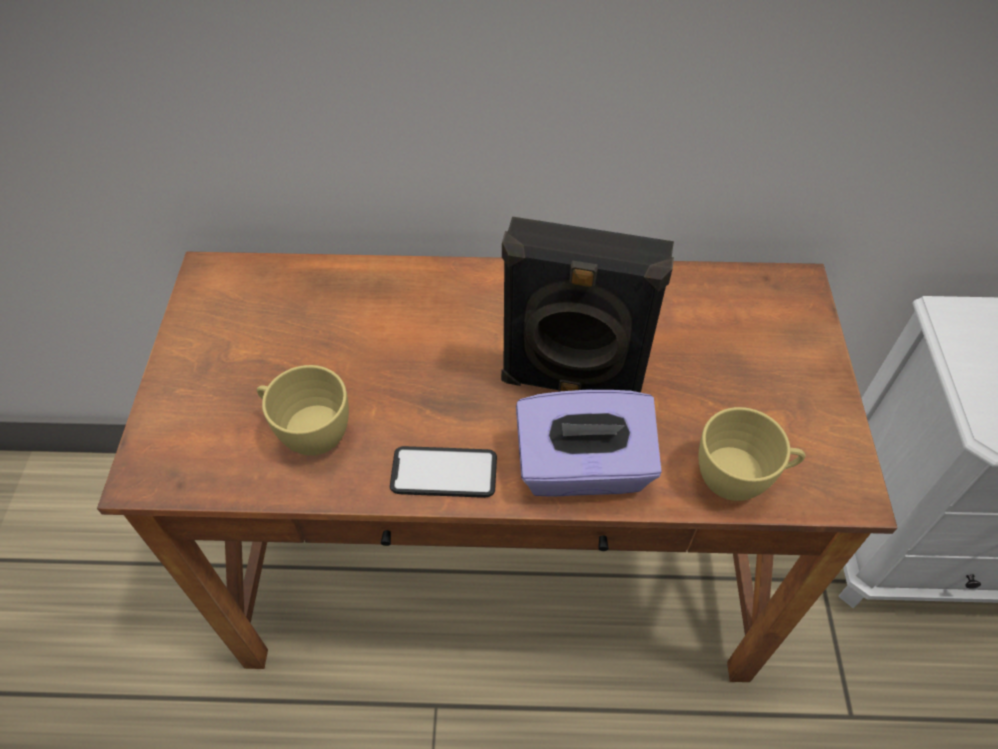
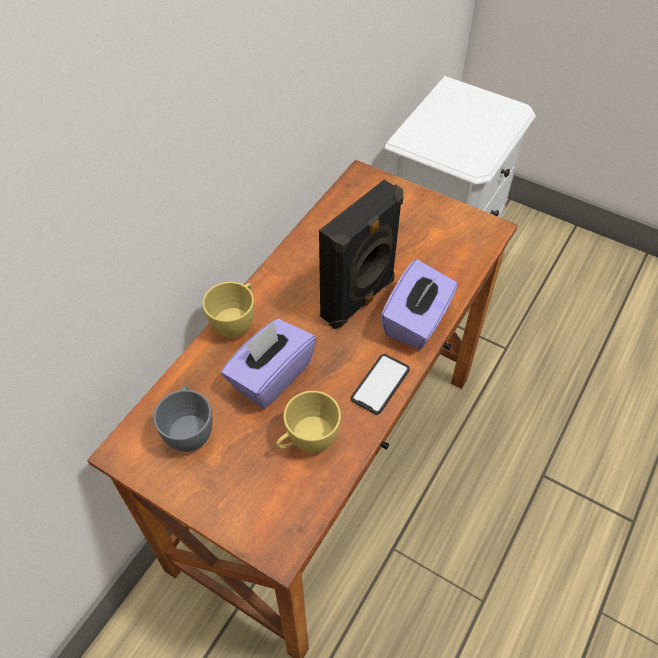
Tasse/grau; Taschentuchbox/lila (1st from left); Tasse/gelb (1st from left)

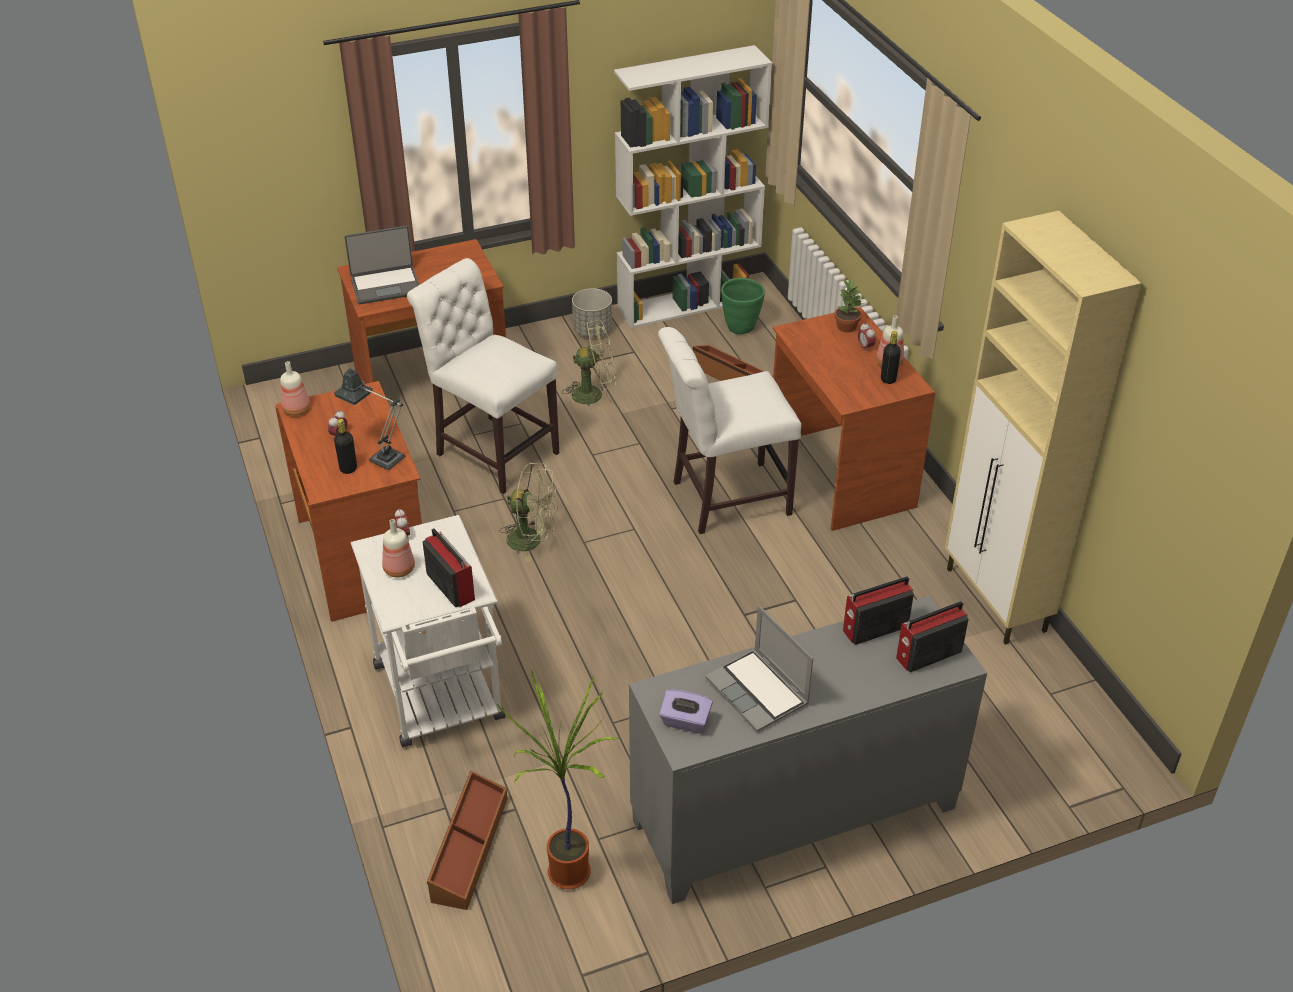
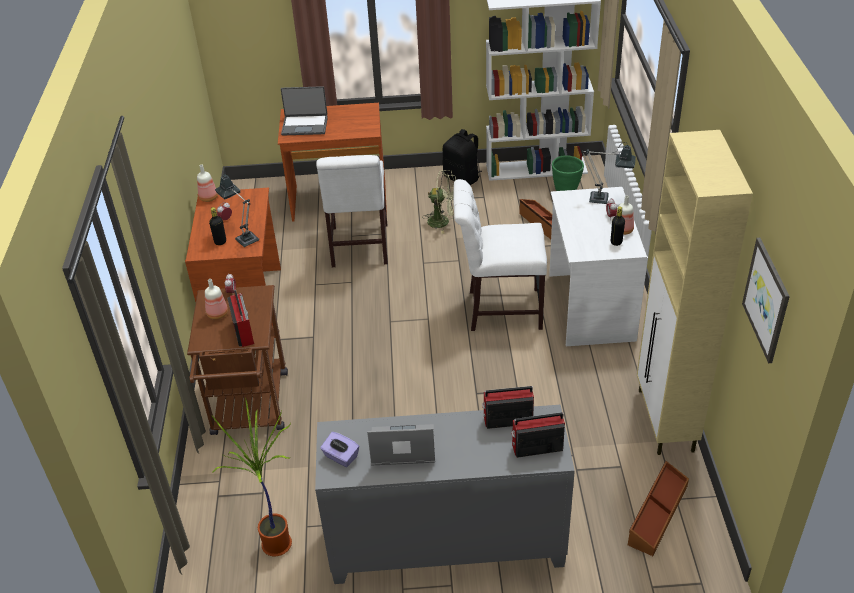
Ventilator/grün (1st from left in the first image); Bild; Aufbewahrungsbox/braun (2nd from left); Rucksack/schwarz; Tischlampe (2nd from left); Rollwagen/braun; Schreibtisch/weiß; Stuhl/weiß (1st from left); Laptop (2nd from left)

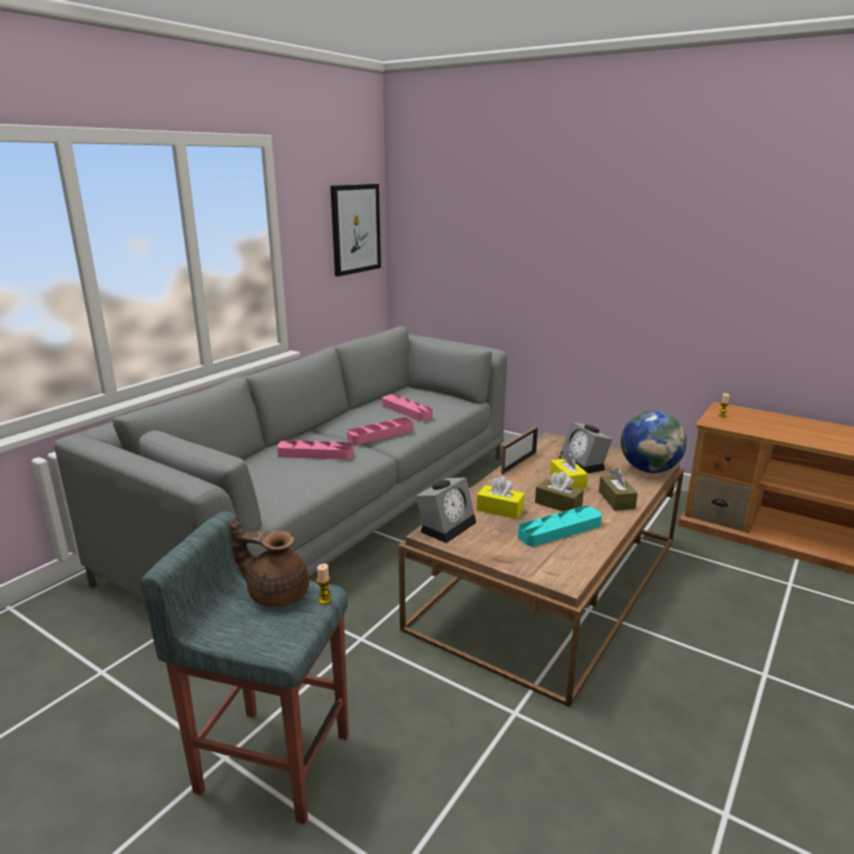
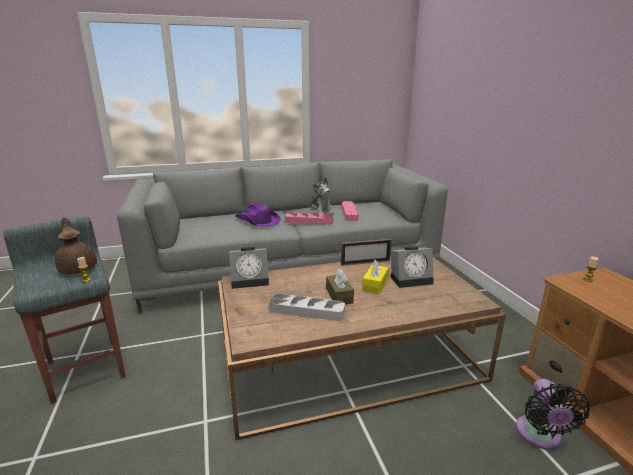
Bild; Taschentuchbox/gelb (1st from left in the first image); Taschentuchbox/braun (2nd from left in the first image); Globus; Plüschtier; Ventilator/schwarz; Hut/lila; Tablett/grau; Wecker (2nd from left)

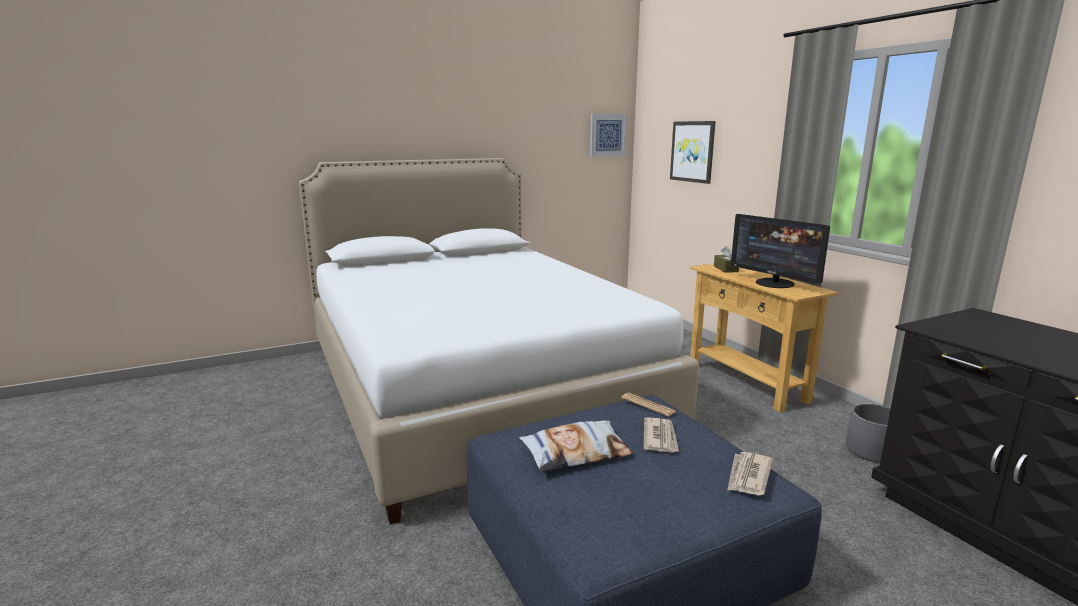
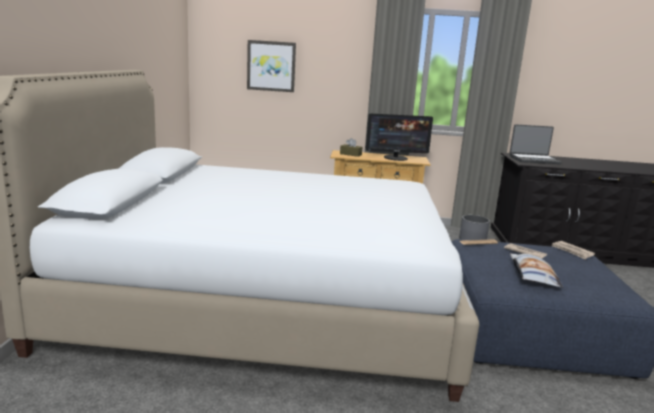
Bild (1st from left in the first image); Laptop

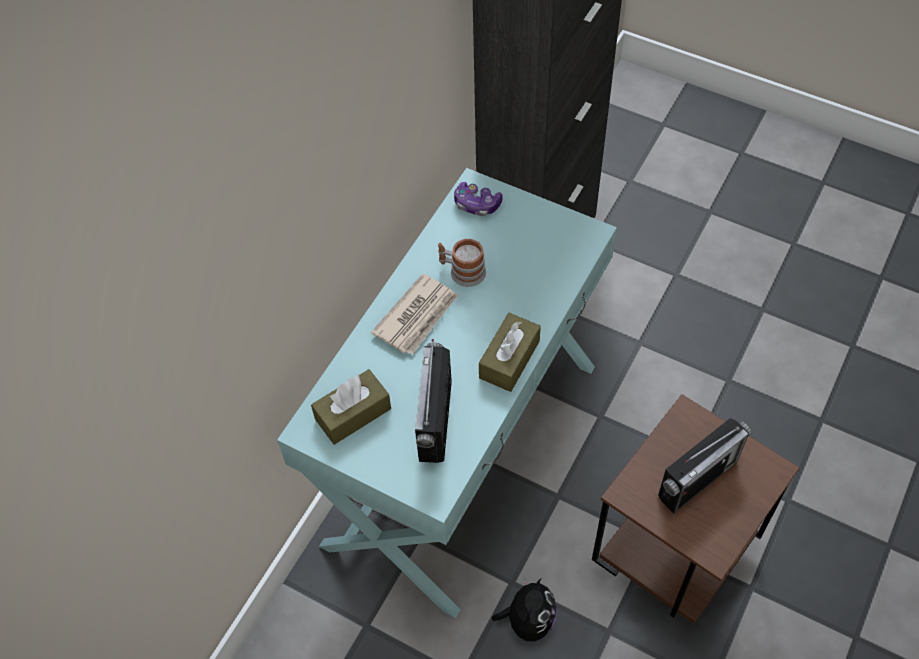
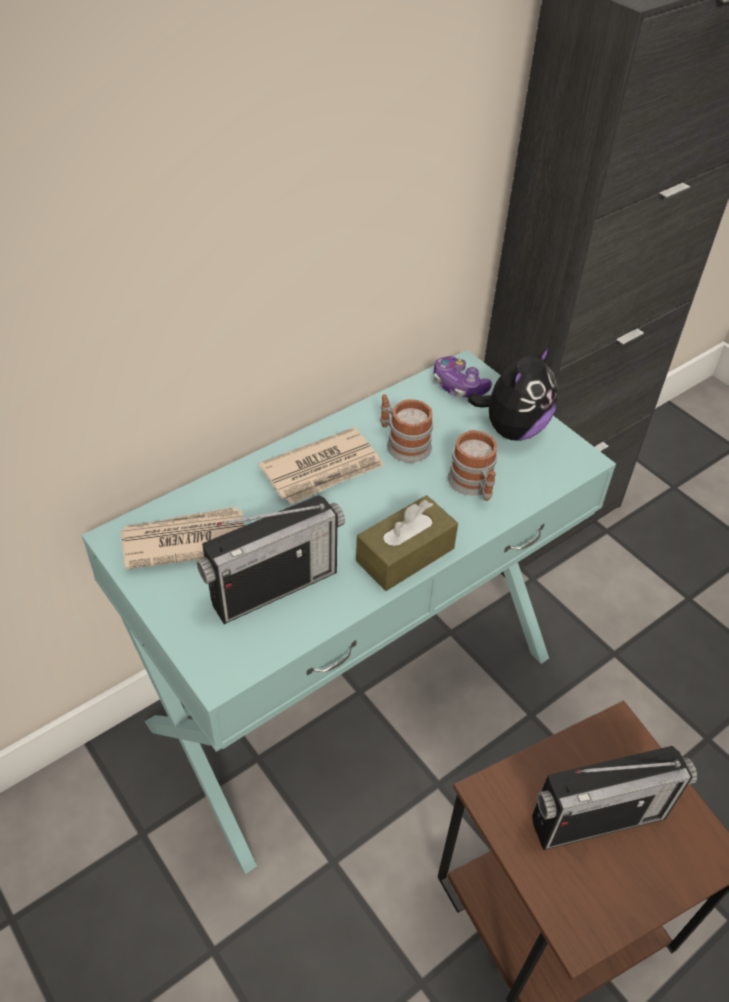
Henkelbecher (2nd from left); Plüschtier; Zeitung (1st from left); Radio (1st from left)

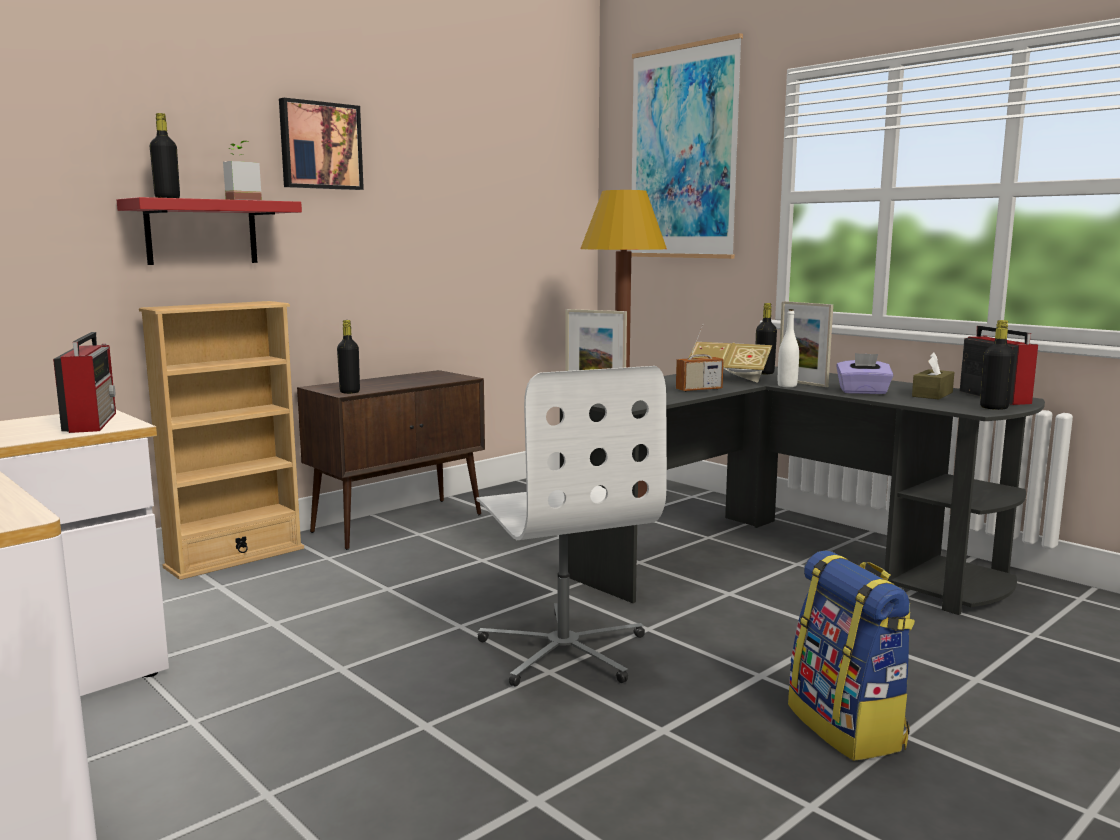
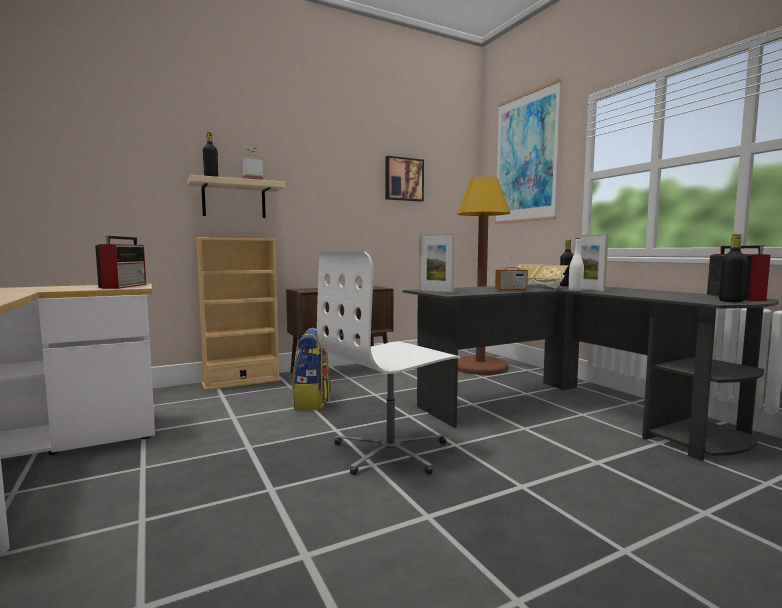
Flasche/schwarz (2nd from left in the first image); Taschentuchbox/lila; Taschentuchbox/braun; Bild (1st from left); Rucksack; Wandregal/beige; Bürostuhl/weiß

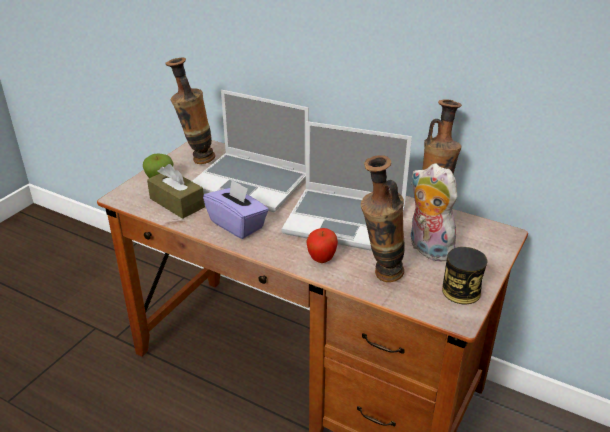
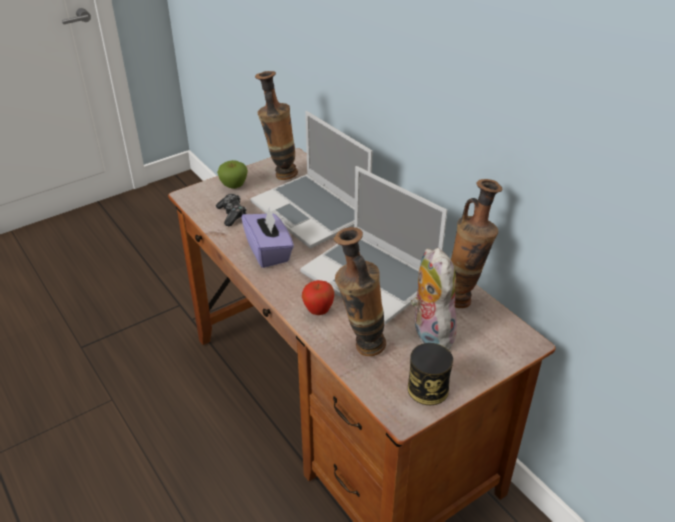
Gamepad

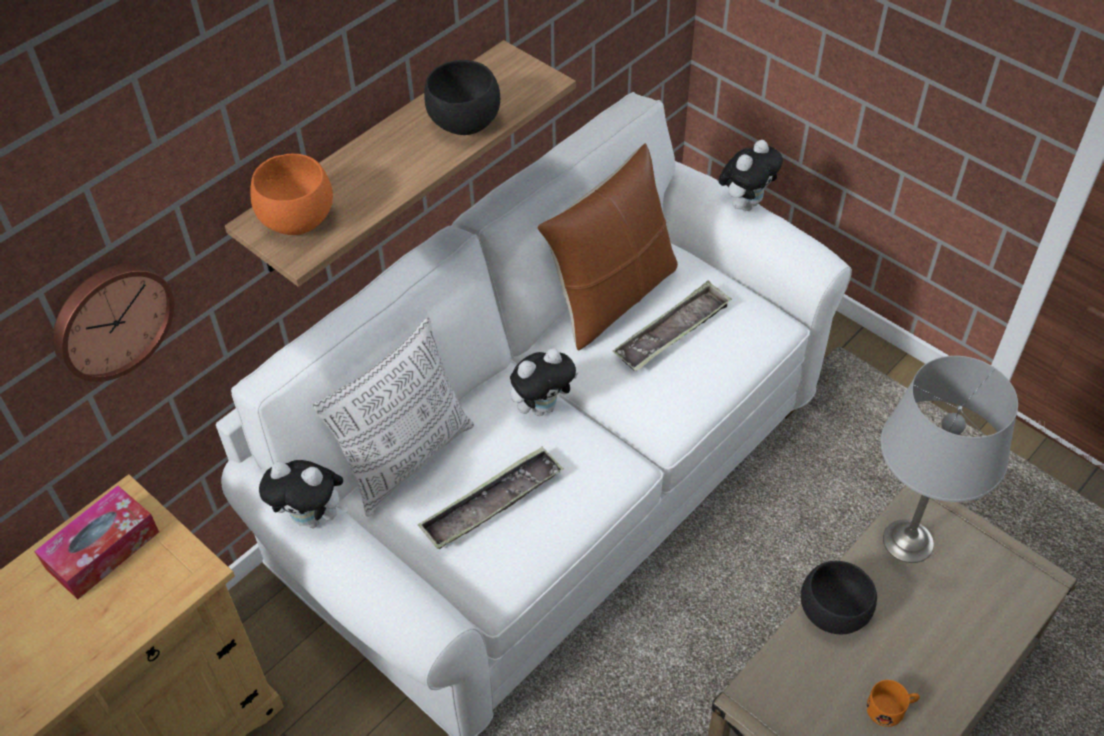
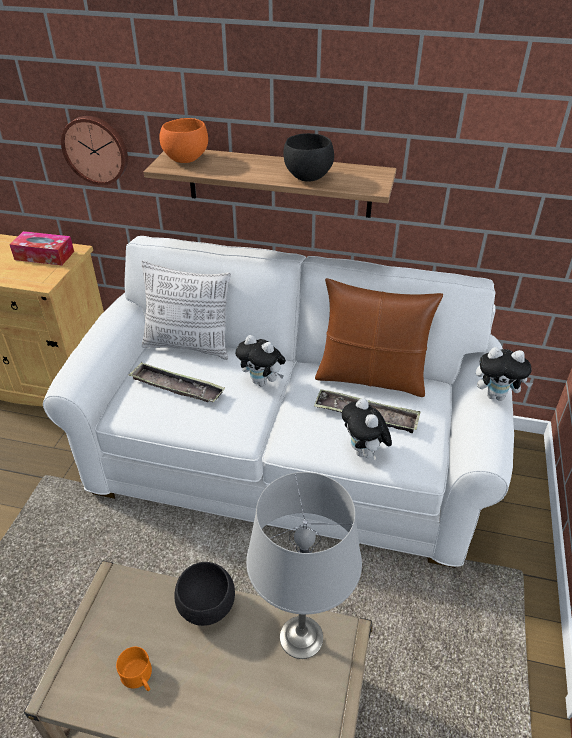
Plüschtier (2nd from left)

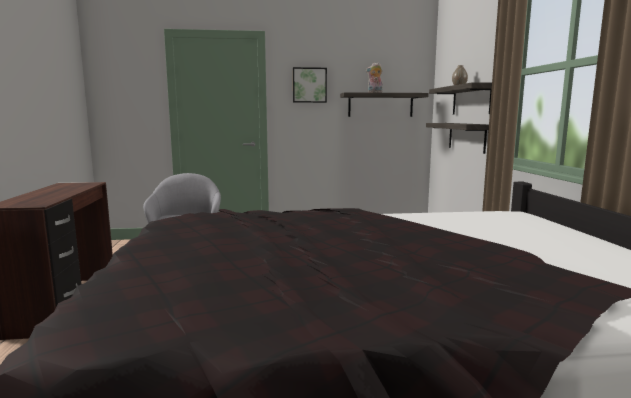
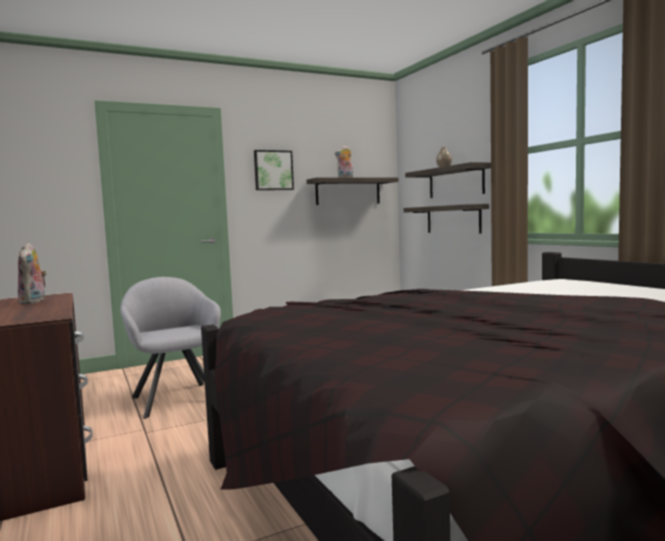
Plüschtier (1st from left)

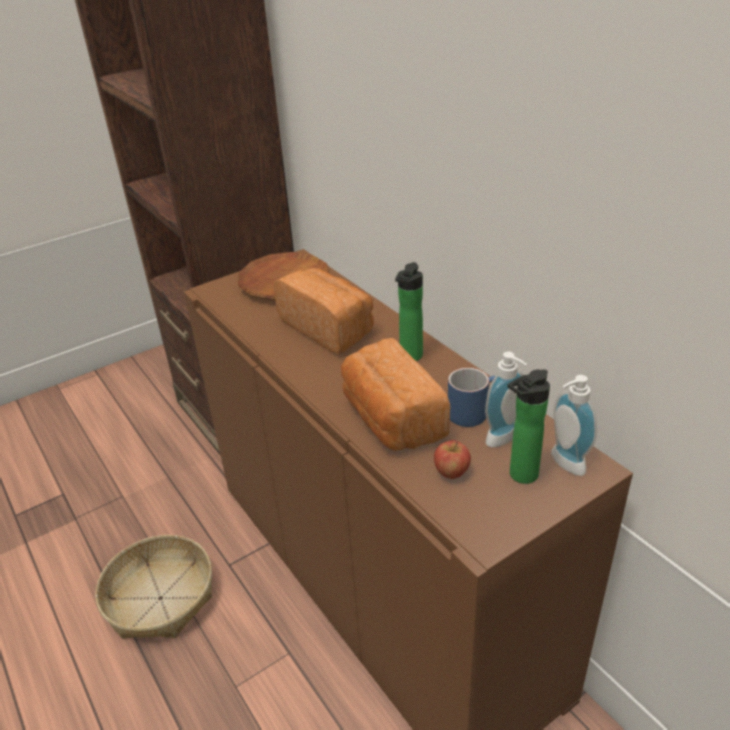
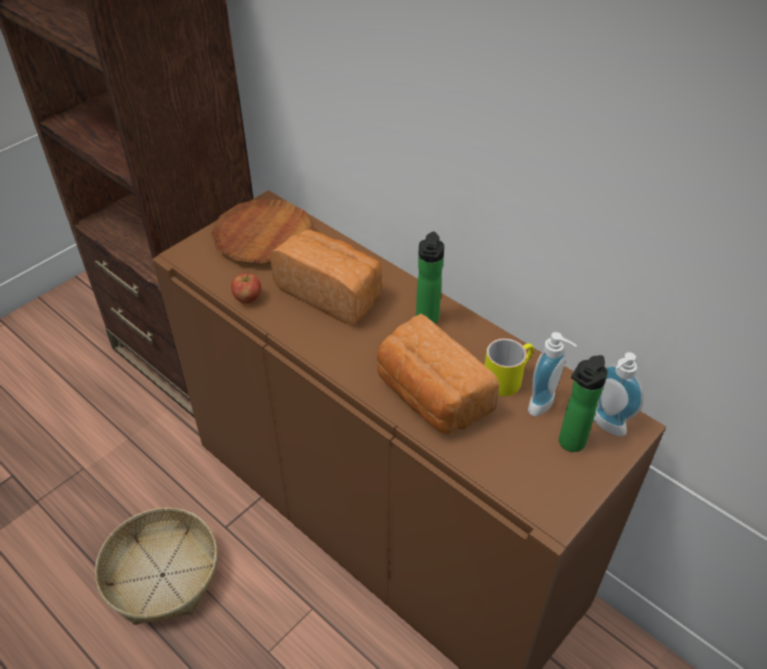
Apfel; Henkelbecher/gelb

